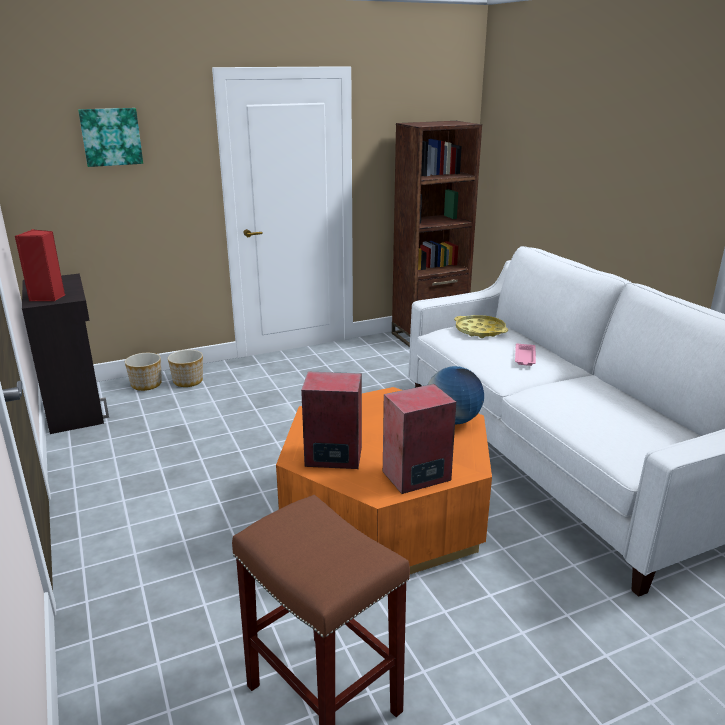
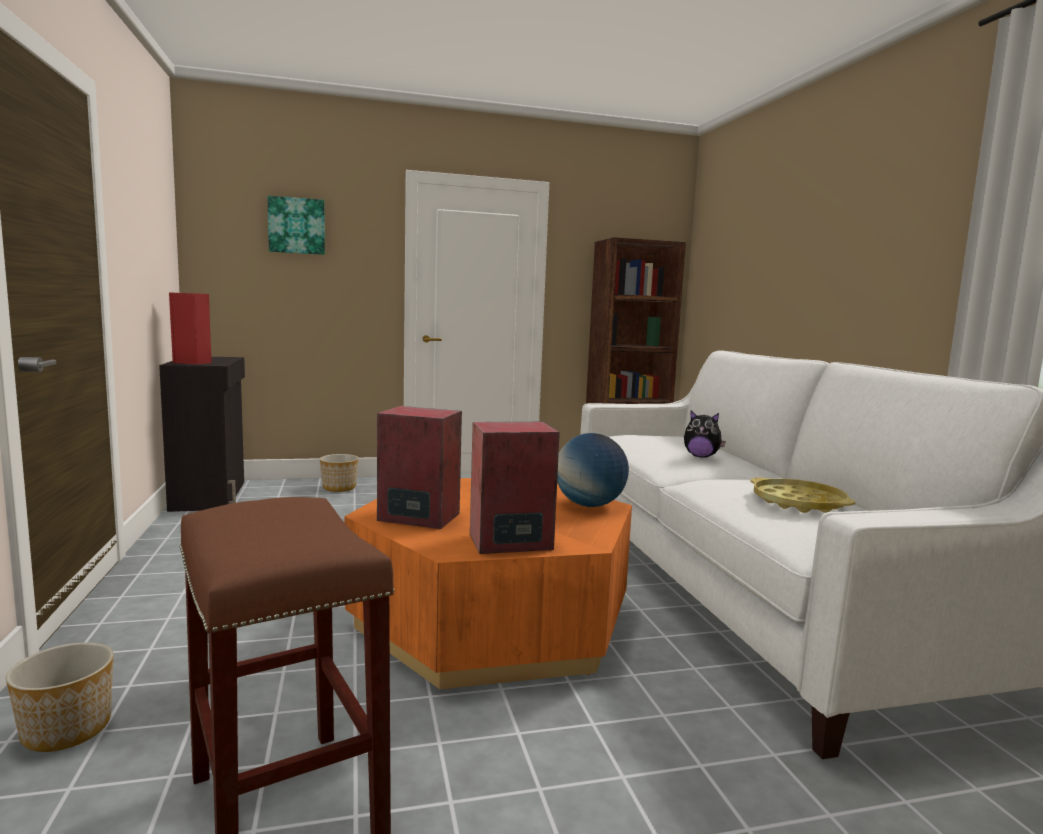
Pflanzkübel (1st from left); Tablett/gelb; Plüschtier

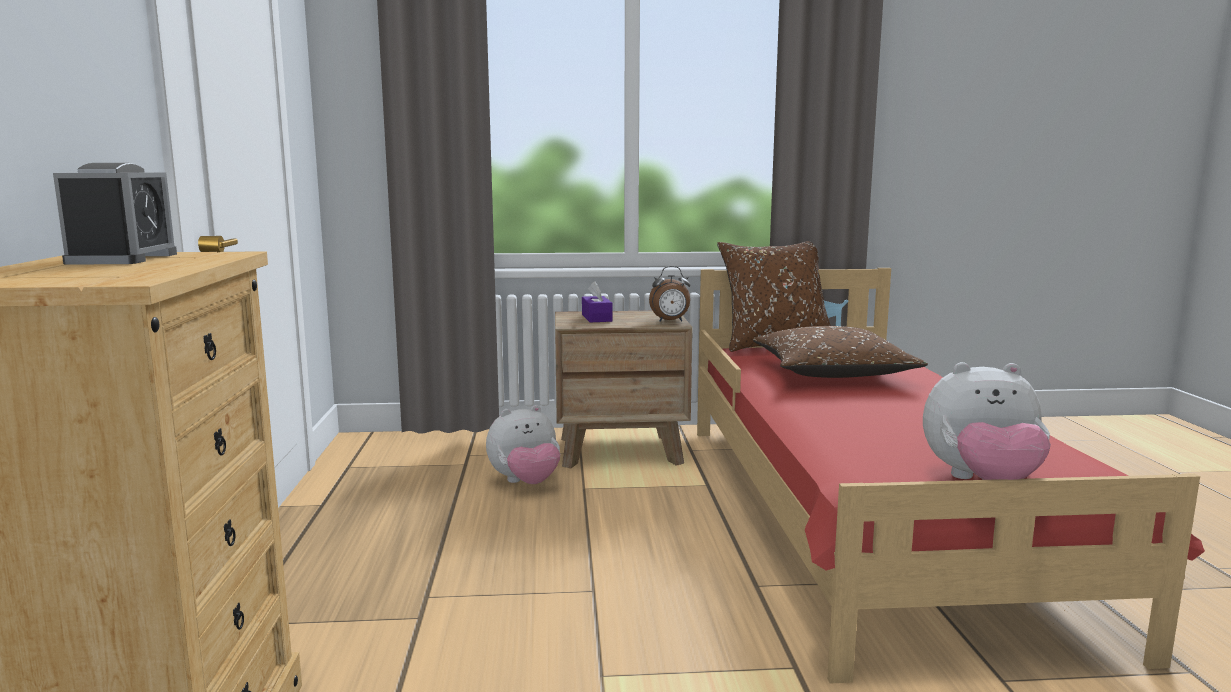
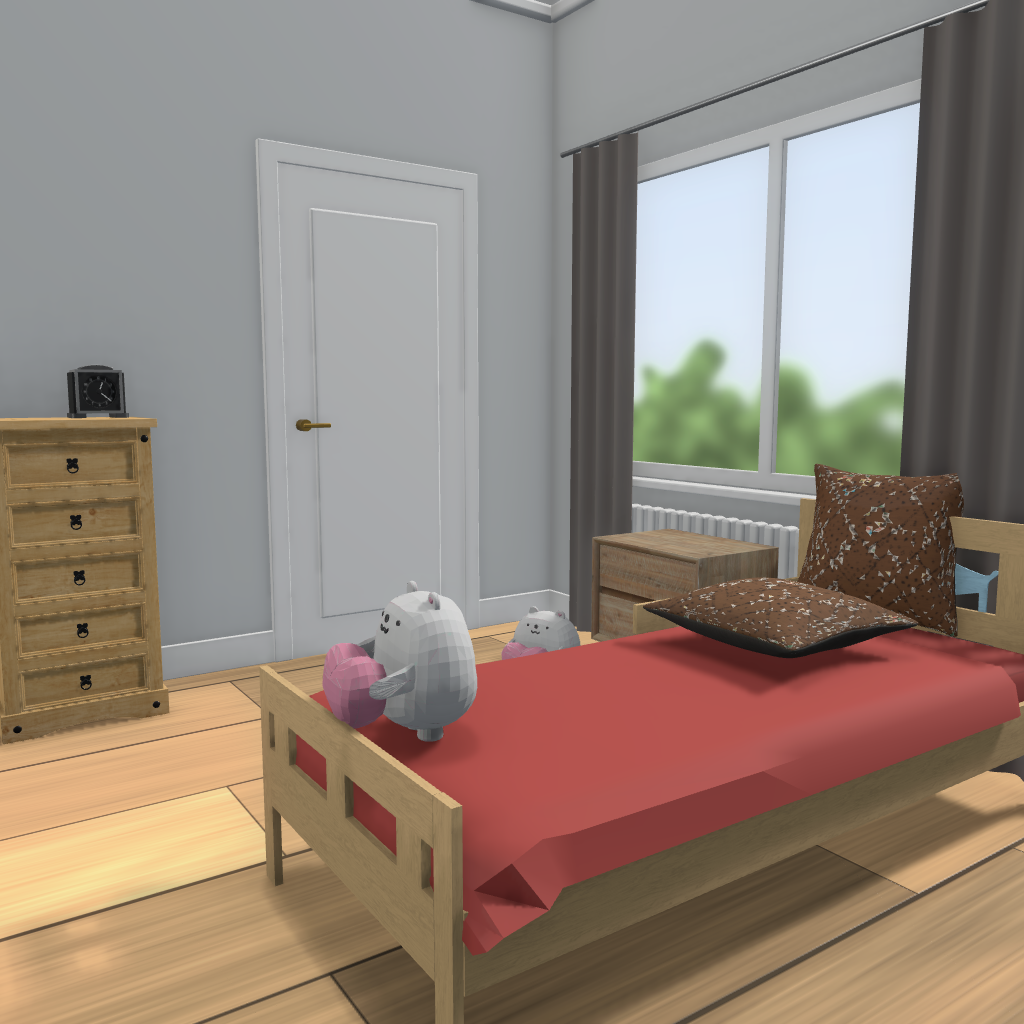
Taschentuchbox/lila; Wecker (2nd from left in the first image)

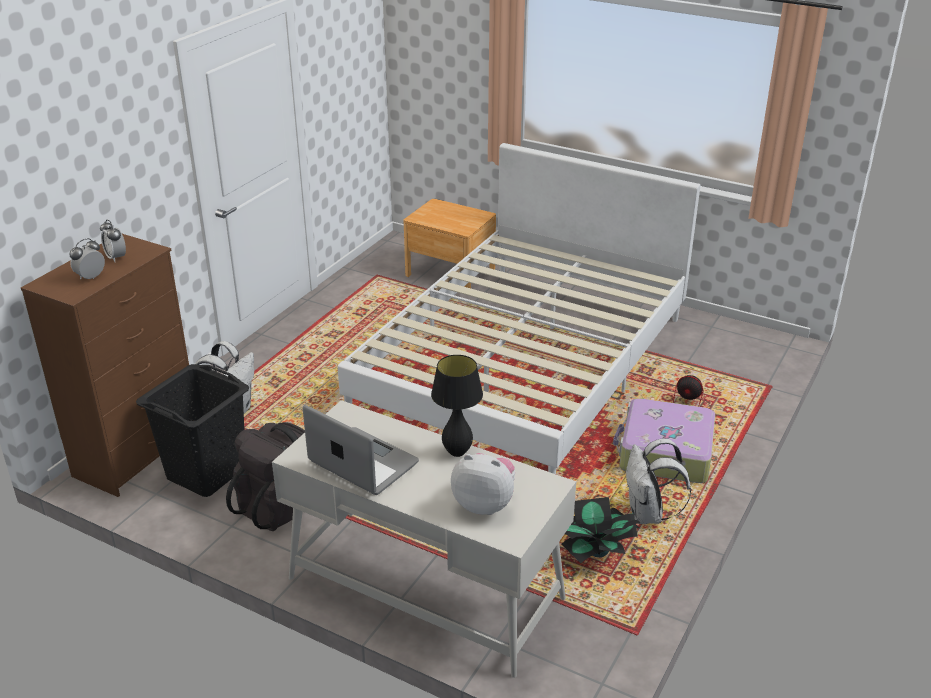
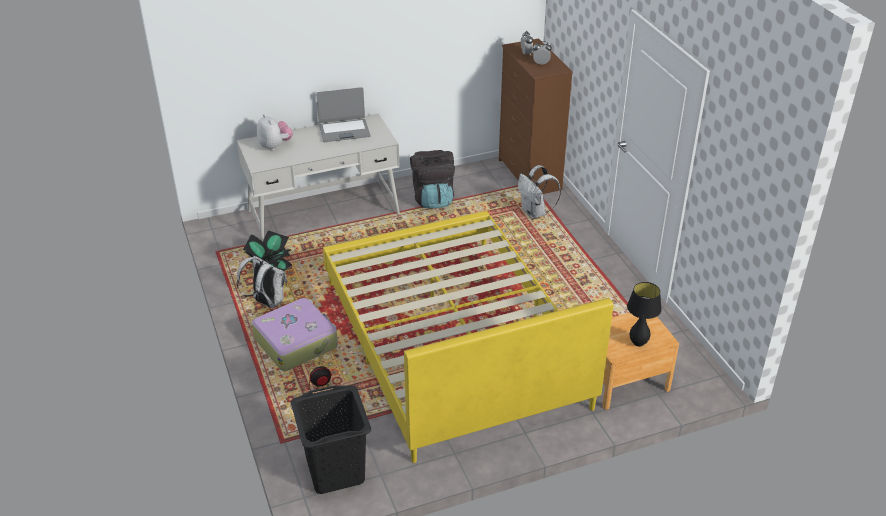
Wäschekorb/schwarz; Tischlampe/schwarz; Bett/gelb; Plüschtier

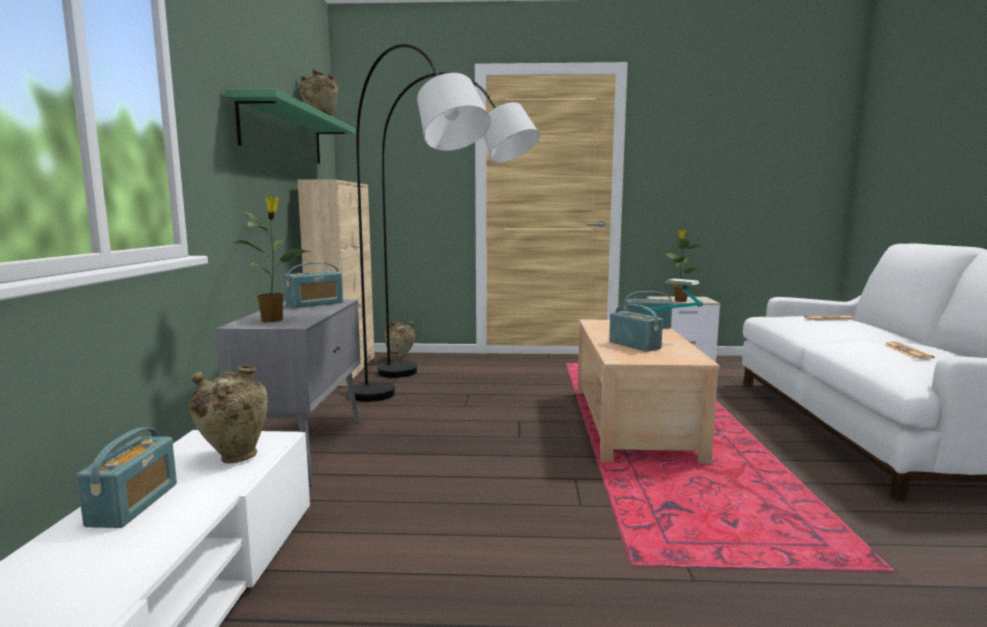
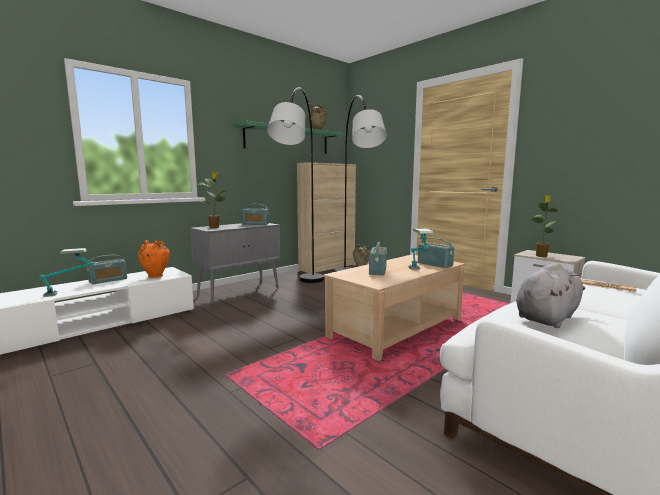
Tischlampe (1st from left); Plüschtier/grau; Vase/orange

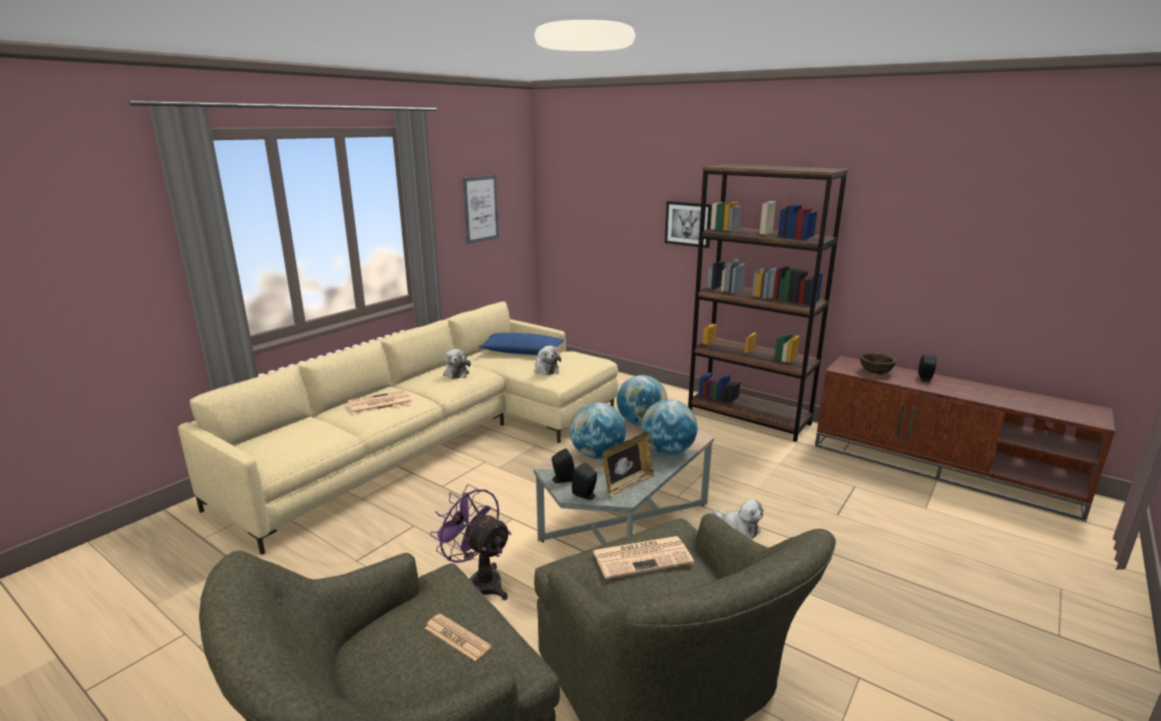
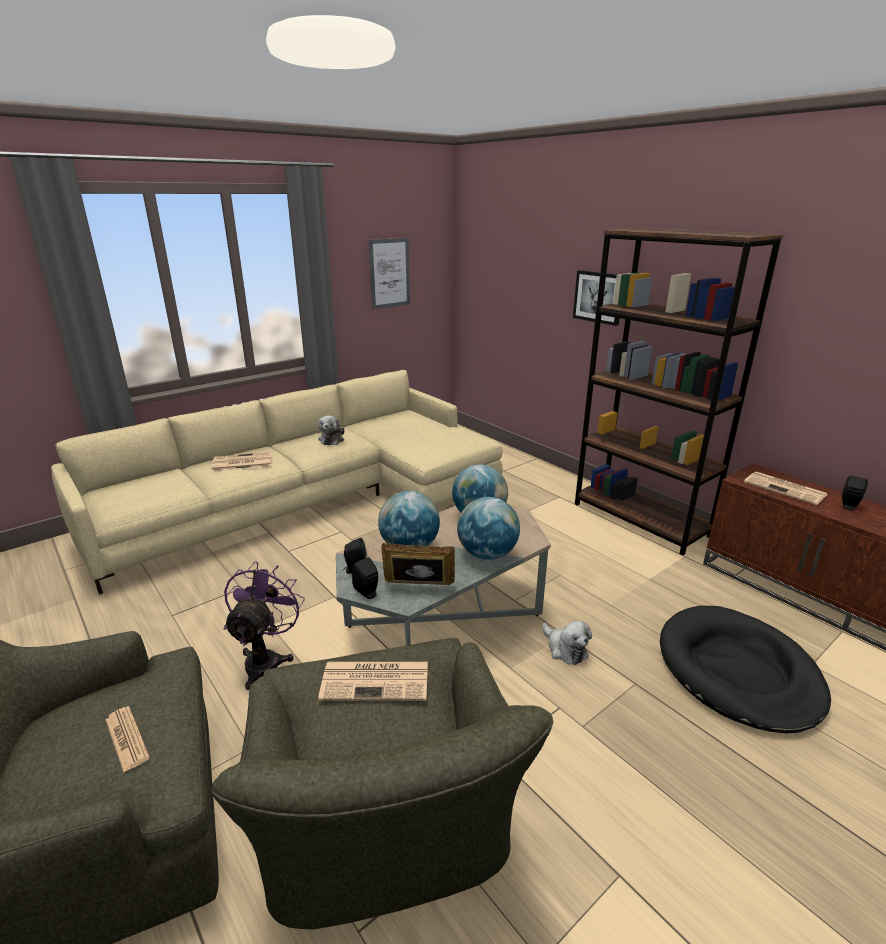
Kissen/blau; Plüschtier (2nd from left in the first image); Hundebett/schwarz; Zeitung (4th from left); Ventilator/lila; Bilderrahmen

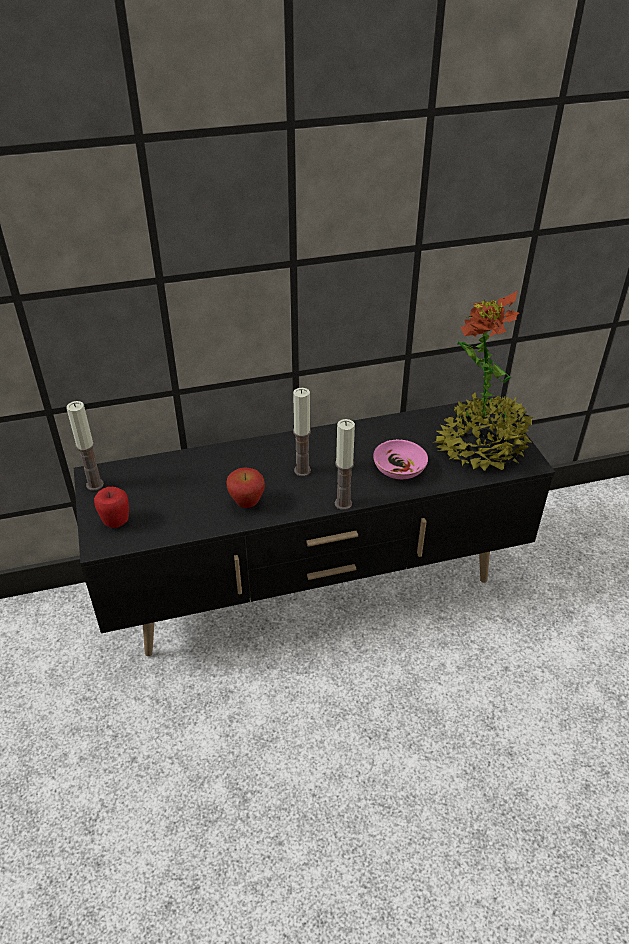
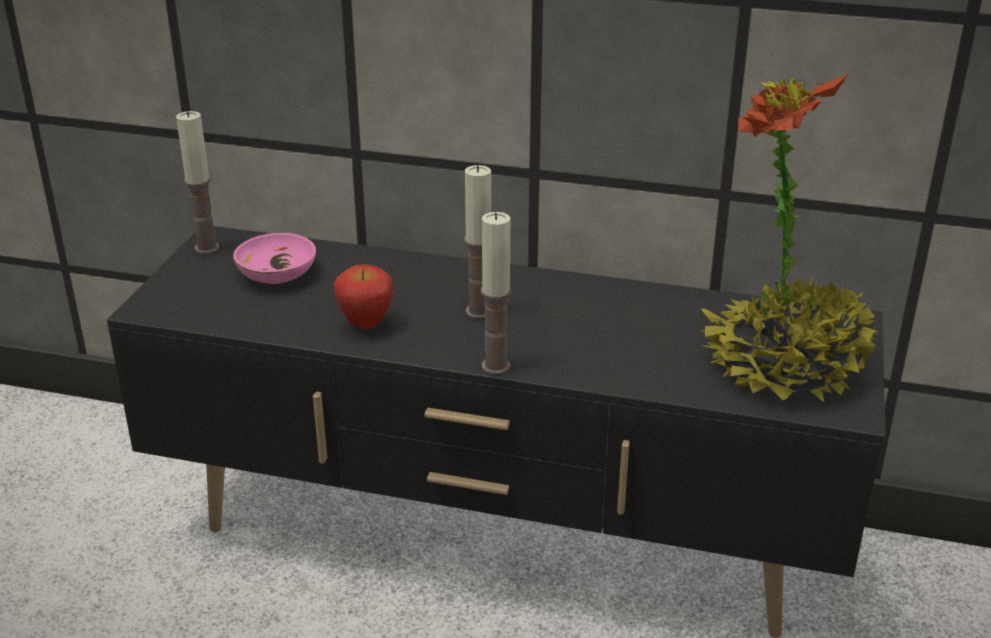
Apfel (1st from left in the first image); Schüssel/rosa

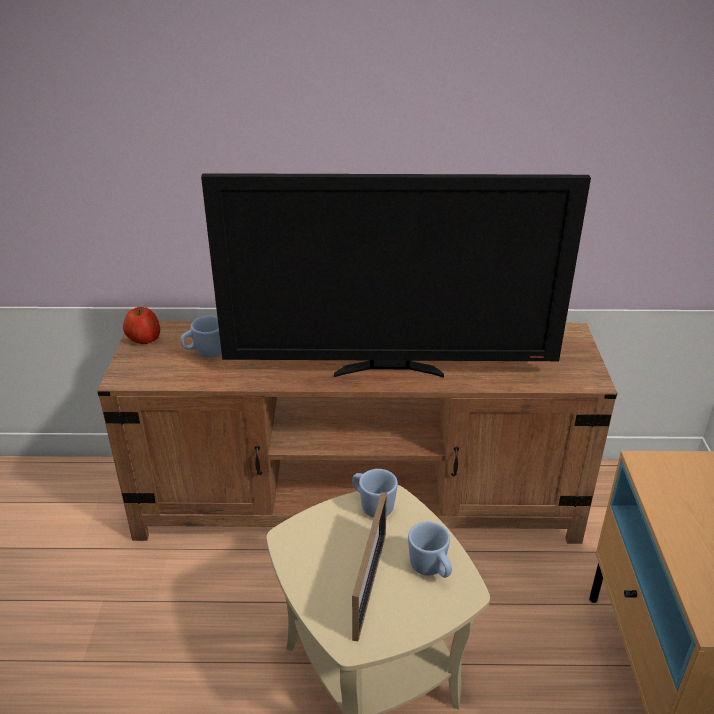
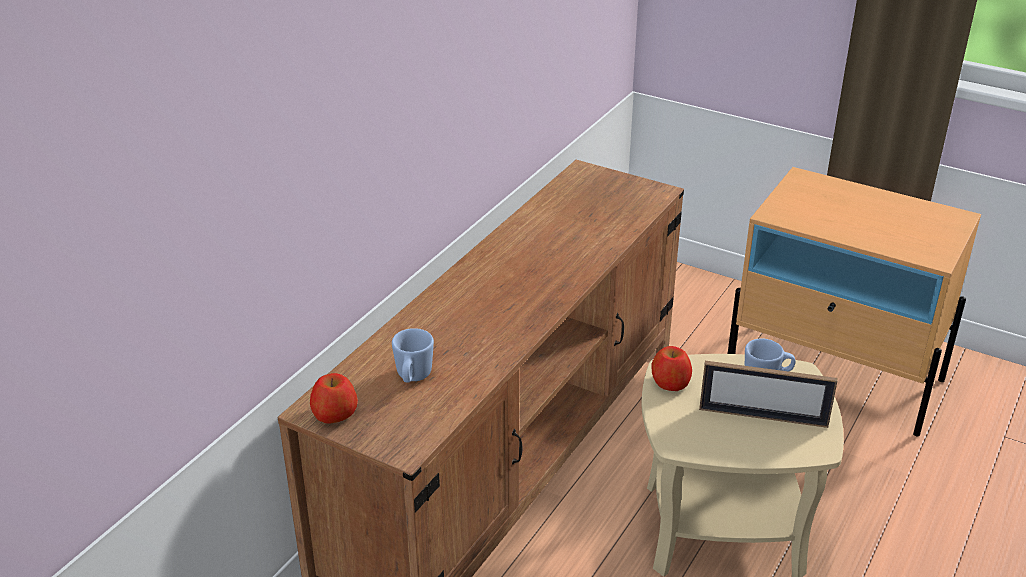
Fernseher; Apfel (2nd from left); Bilderrahmen

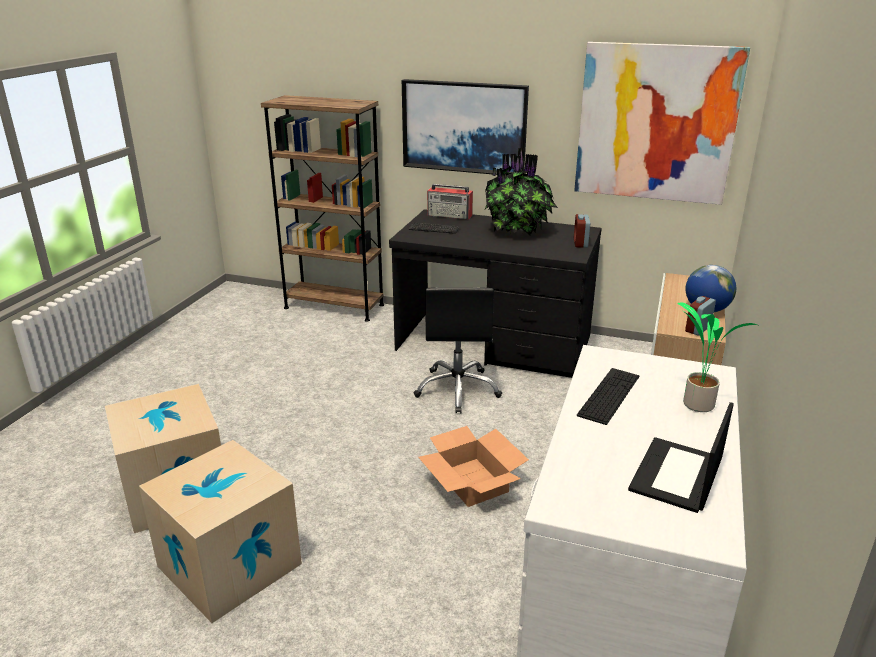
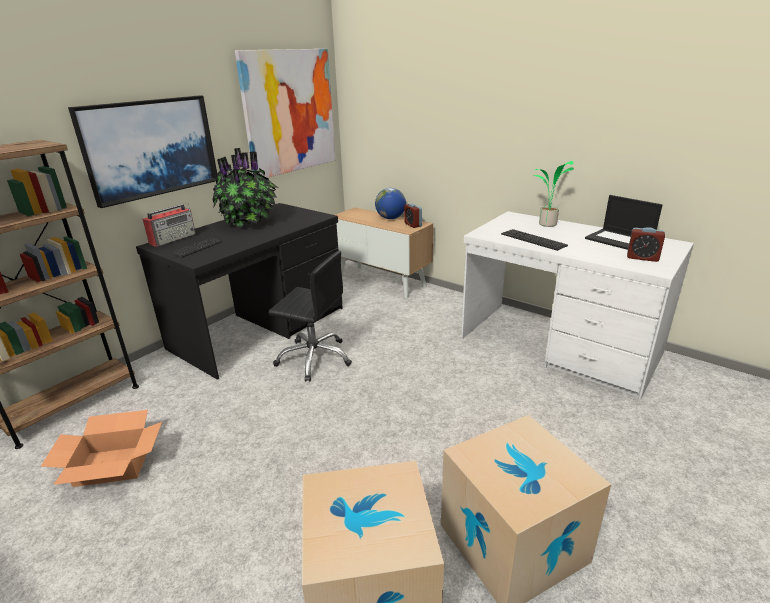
Karton (1st from left); Wecker (2nd from left)

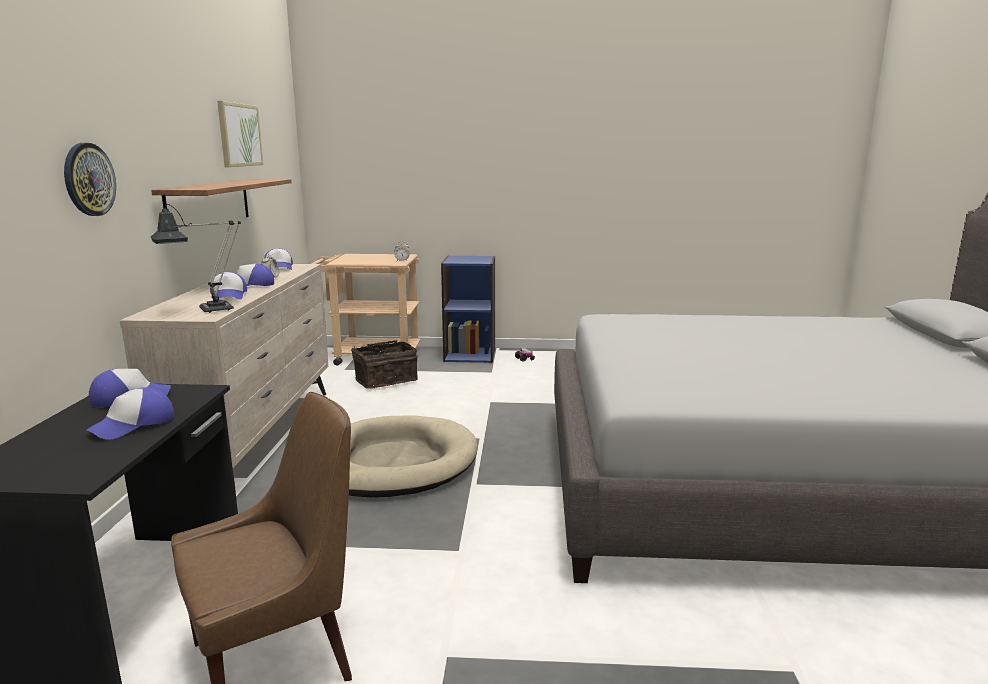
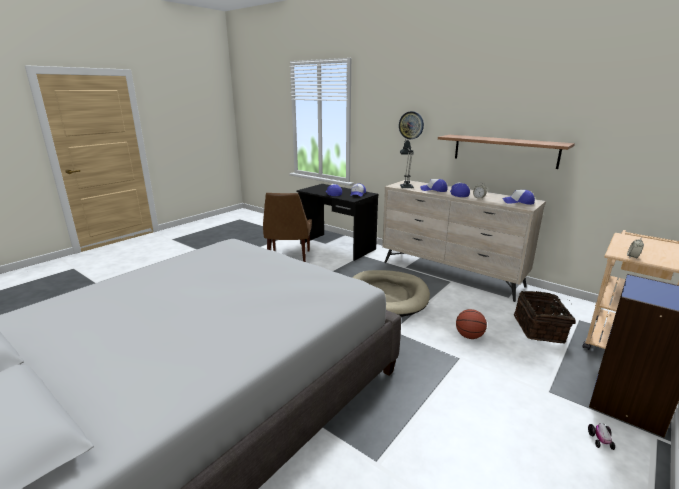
Bild; Basketball

